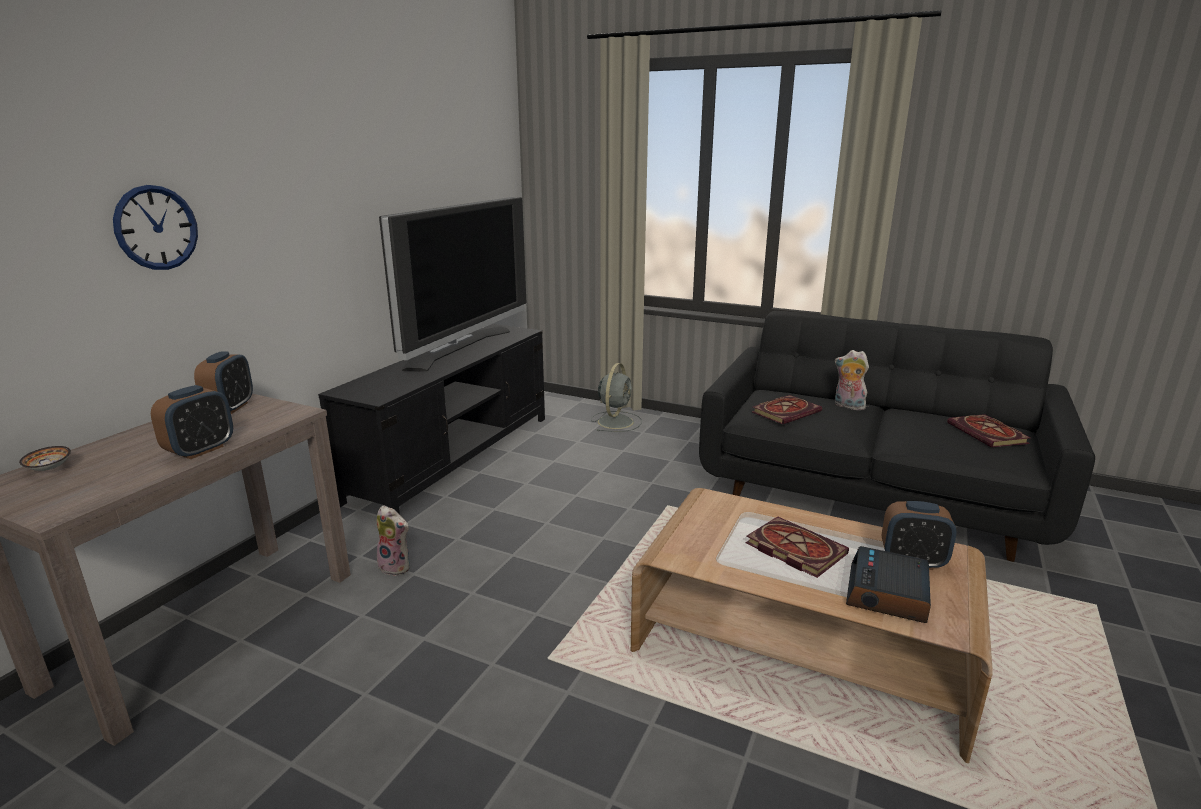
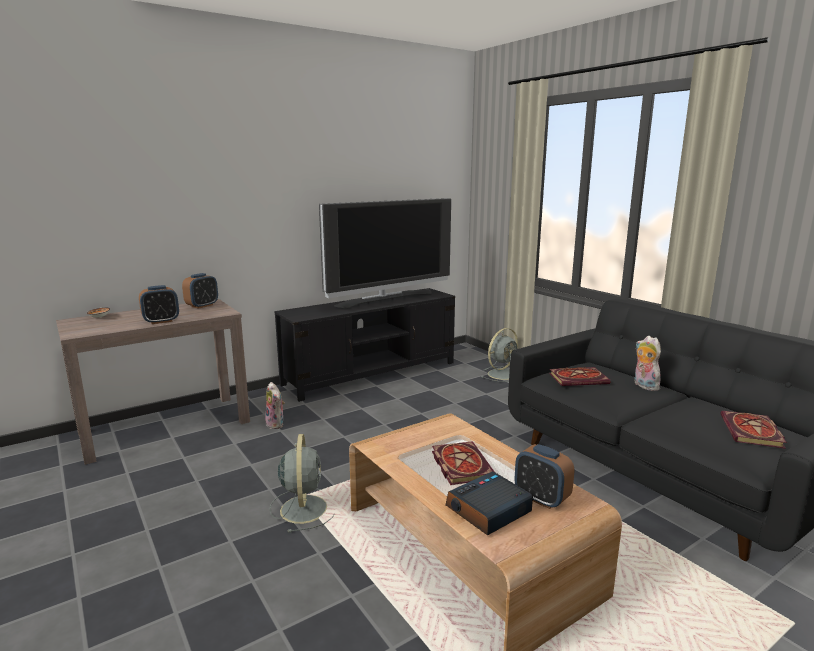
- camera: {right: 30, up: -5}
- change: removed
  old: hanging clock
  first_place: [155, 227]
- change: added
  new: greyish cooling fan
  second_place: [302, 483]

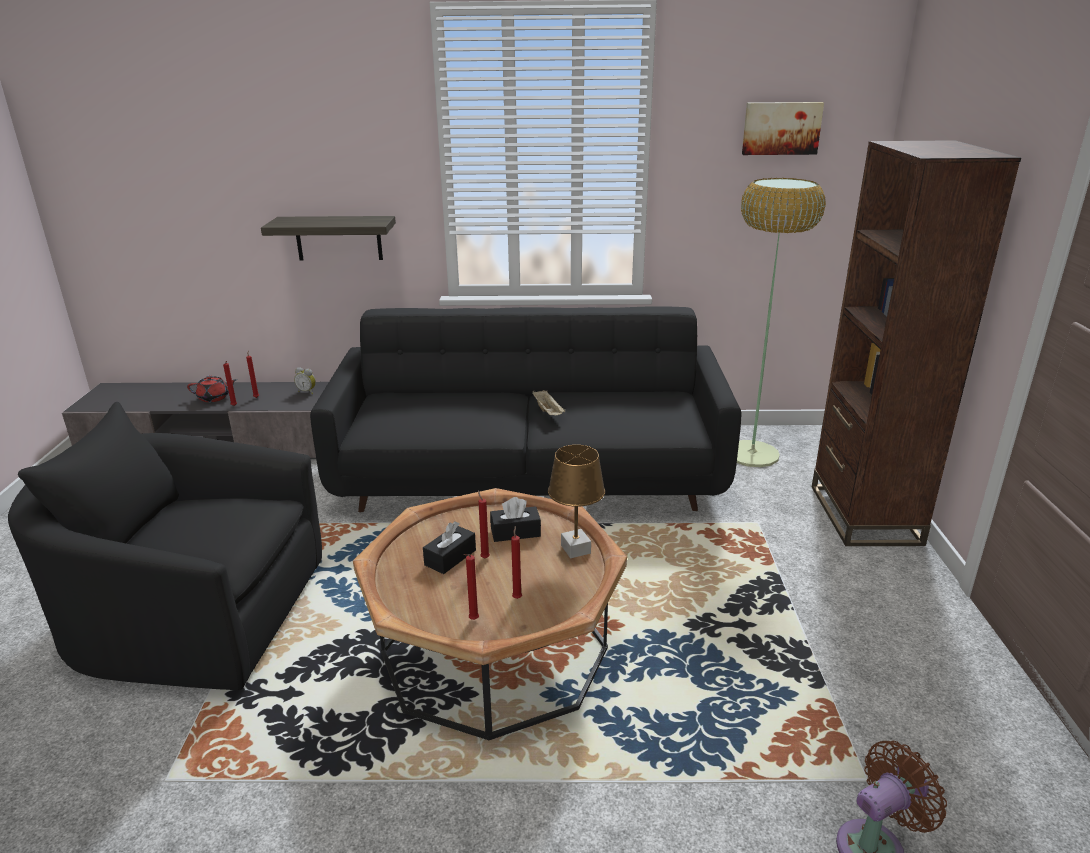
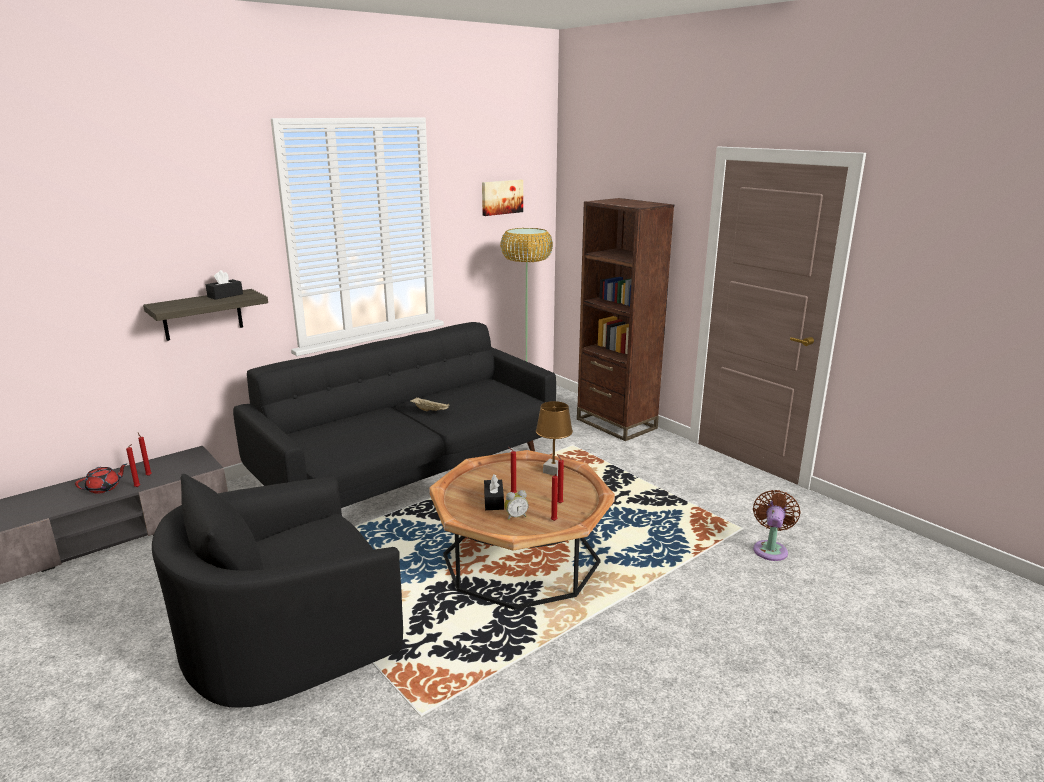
- camera: {right: -40, up: -5}
- change: moved
  old: alarm clock
  first_place: [305, 380]
  second_place: [516, 505]
- change: moved
  old: black tissue holder
  first_place: [515, 519]
  second_place: [224, 285]

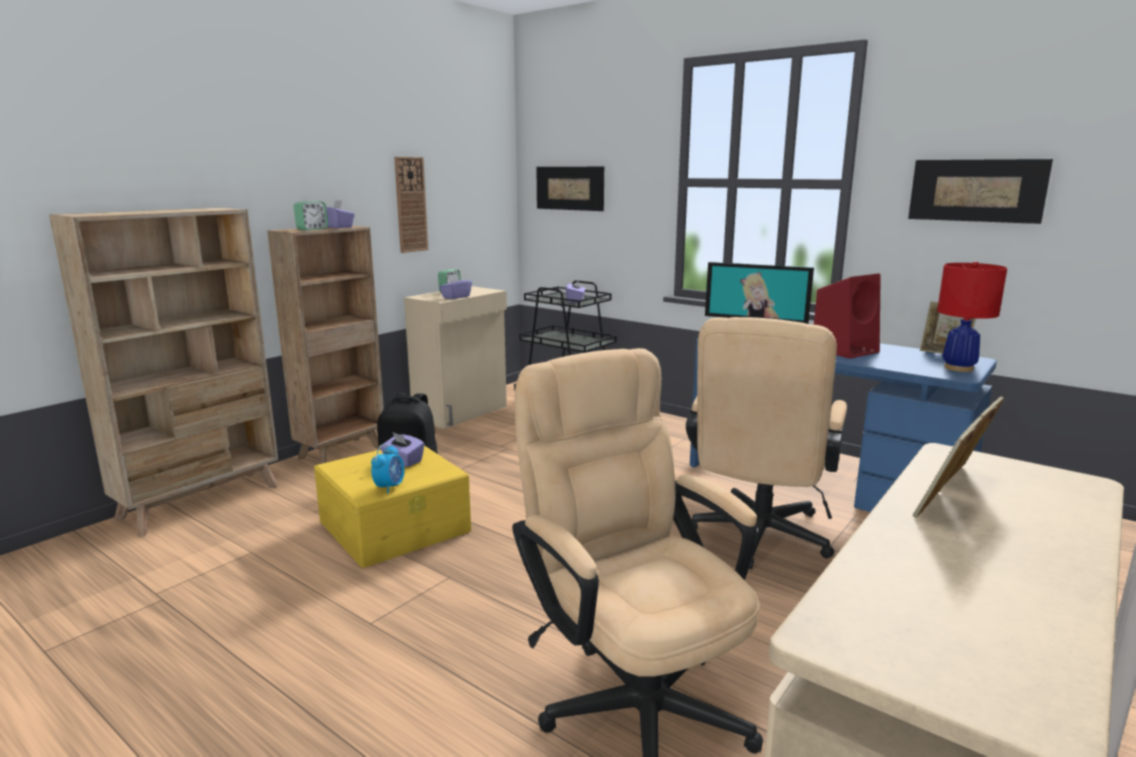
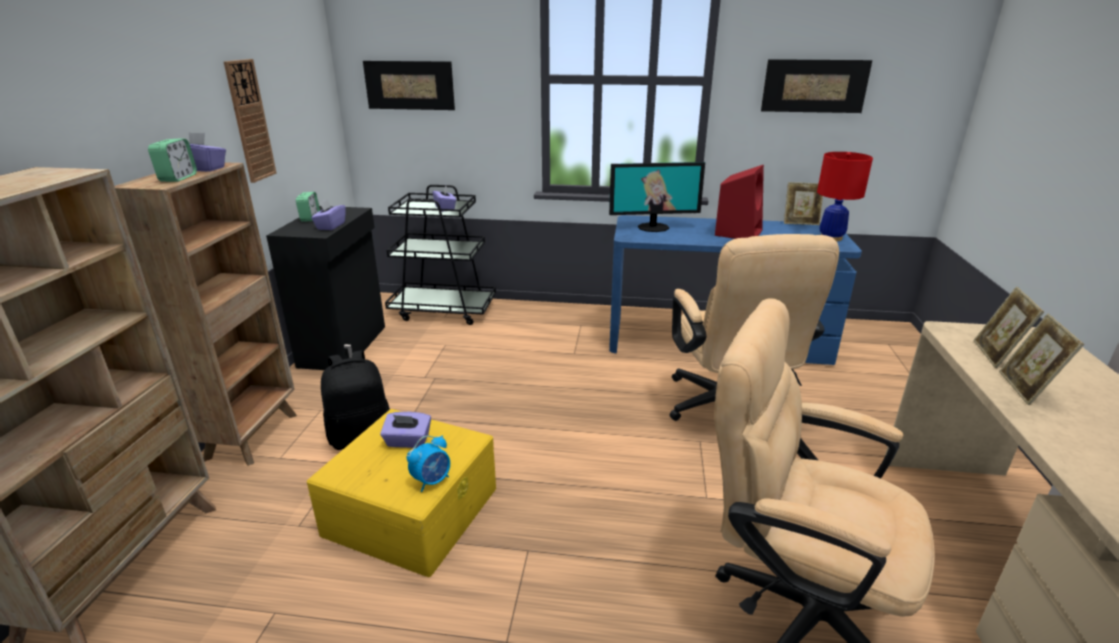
- camera: {right: -30, up: 10}
- change: recoloured
  old: beige-coloured cabinet
  new: black cabinet
  first_place: [455, 357]
  second_place: [325, 288]
- change: turned
  old: alarm clock
  first_place: [387, 469]
  second_place: [428, 464]
  degrees: 60

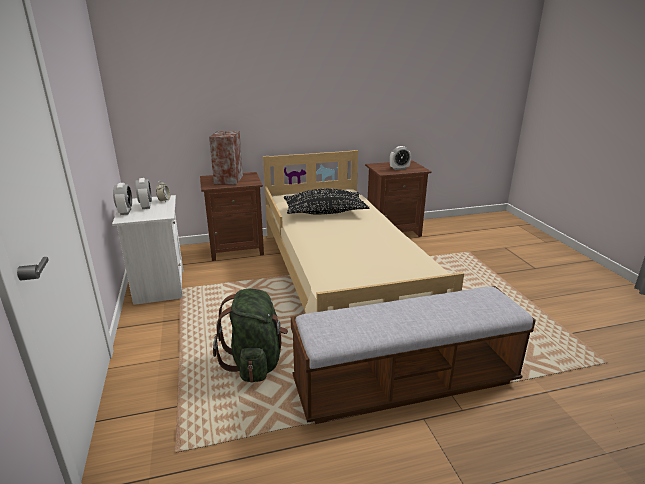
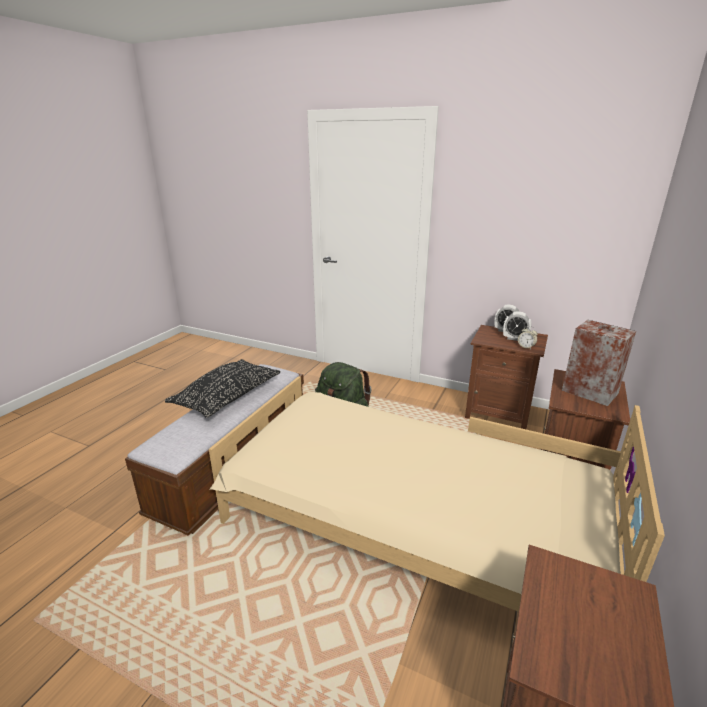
- camera: {right: 130, up: 0}
- change: removed
  old: alarm clock
  first_place: [400, 158]
- change: moved
  old: black pillow
  first_place: [326, 201]
  second_place: [223, 388]
- change: recoloured
  old: whitish night table
  new: brownish night table
  first_place: [148, 250]
  second_place: [506, 377]

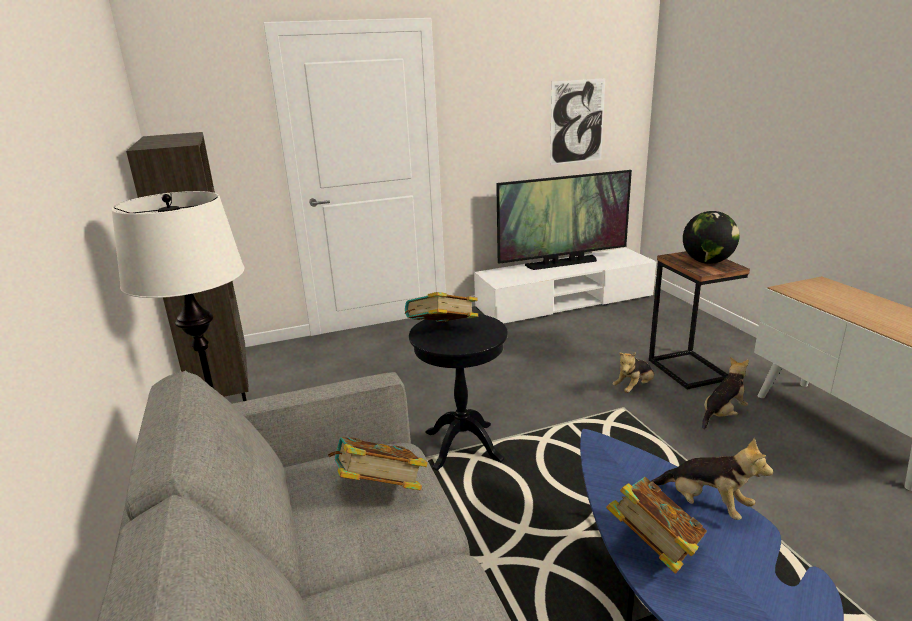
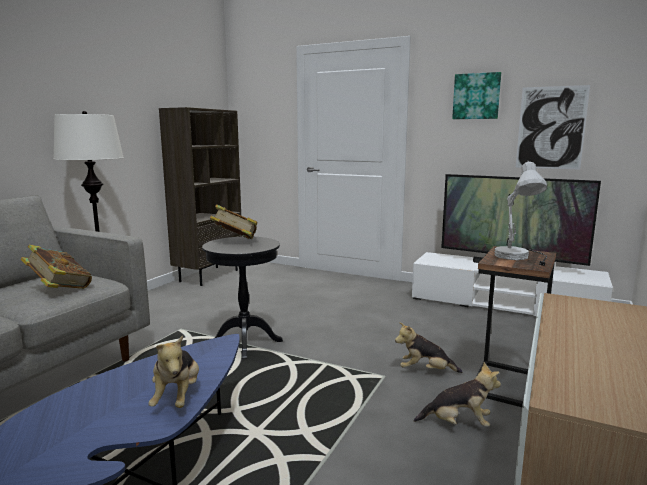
- camera: {right: 45, up: -10}
- change: replaced
  old: world globe
  new: whitish tabletop lamp
  first_place: [711, 237]
  second_place: [520, 213]
- change: removed
  old: bound book
  first_place: [656, 525]
- change: added
  new: wall picture
  second_place: [476, 95]

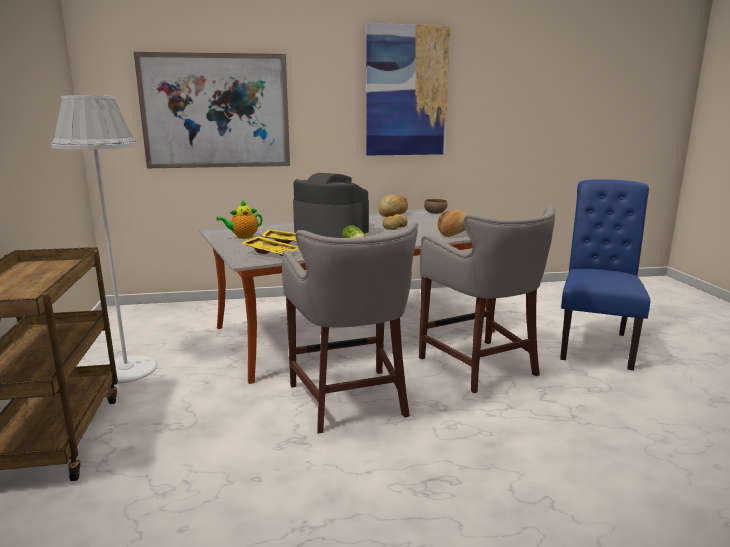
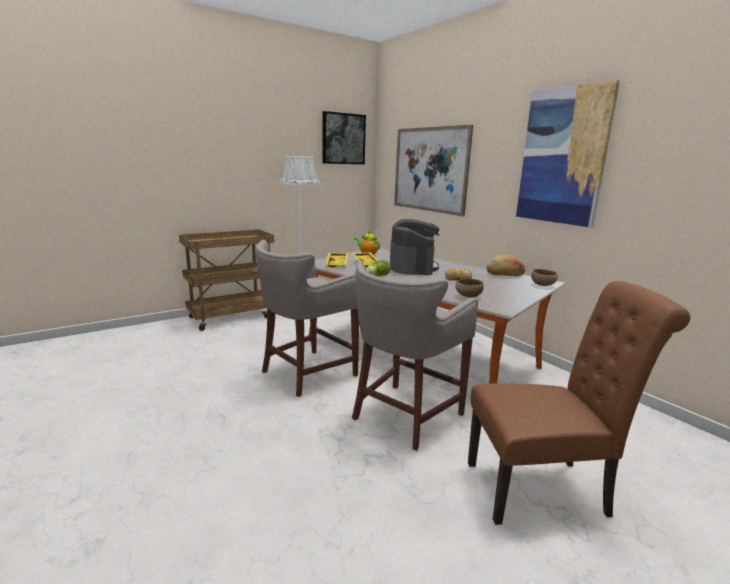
- camera: {right: 65, up: 0}
- change: recoloured
  old: bluish upright chair
  new: brownish upright chair
  first_place: [605, 274]
  second_place: [579, 403]
- change: replaced
  old: bakery bread
  new: brownish serving bowl
  first_place: [452, 223]
  second_place: [469, 288]
- change: added
  new: wall picture
  second_place: [344, 137]

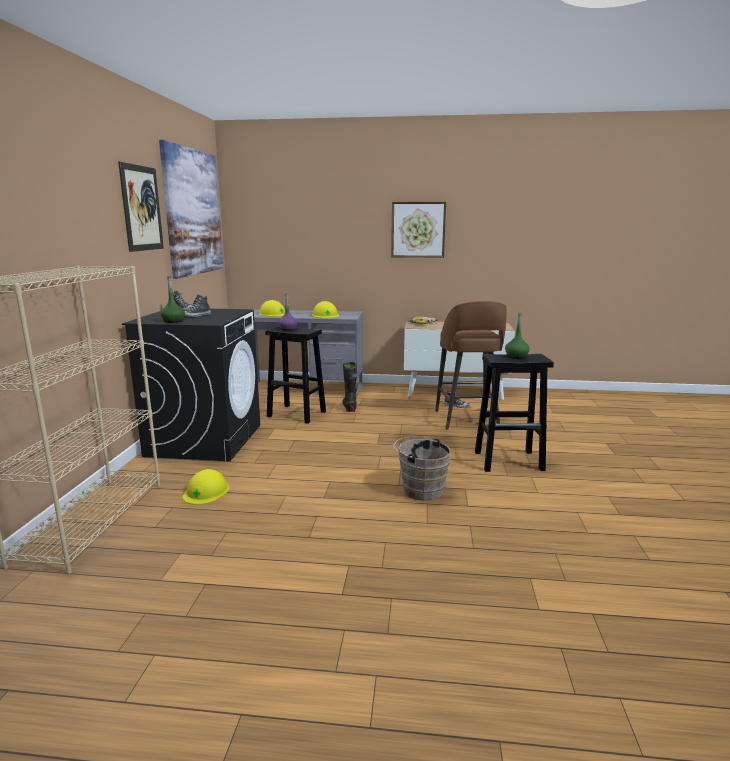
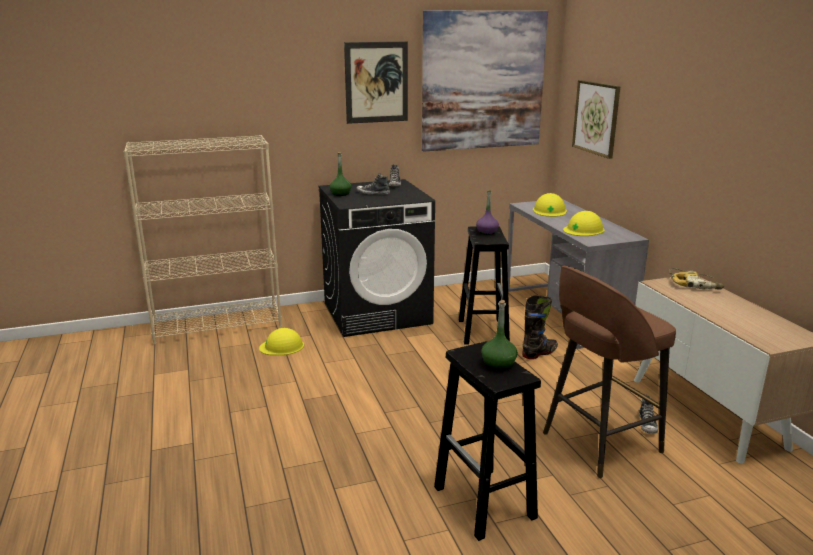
- camera: {right: 65, up: 5}
- change: moved
  old: wall picture
  first_place: [418, 230]
  second_place: [596, 119]
- change: removed
  old: brownish water bucket
  first_place: [422, 468]

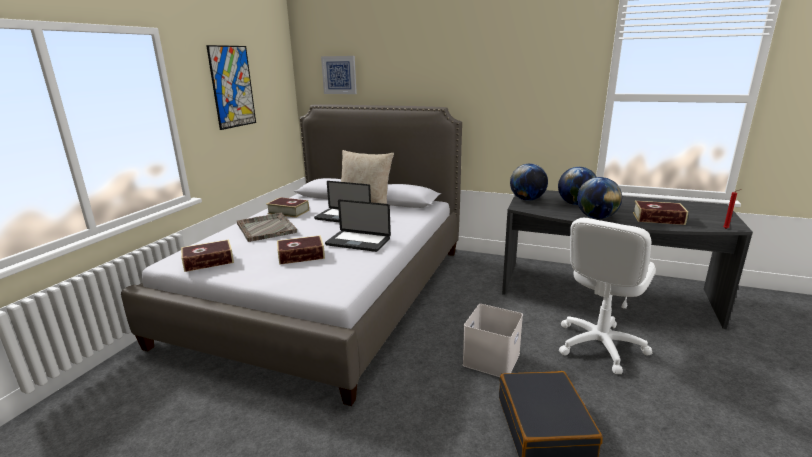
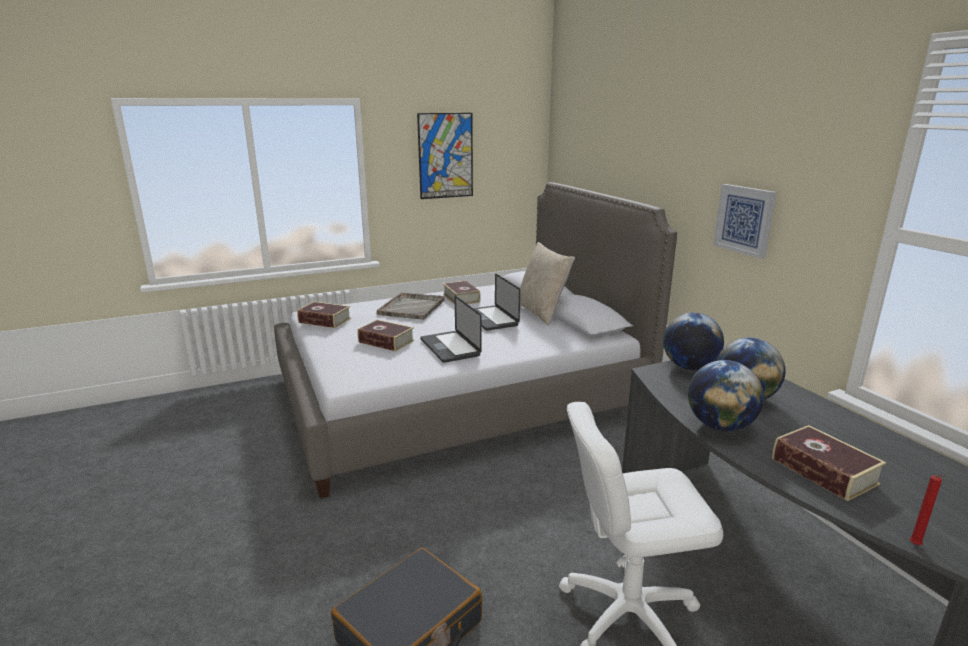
- camera: {right: 45, up: 0}
- change: moved
  old: wall picture
  first_place: [339, 75]
  second_place: [745, 221]
- change: removed
  old: whitish storage box
  first_place: [493, 340]

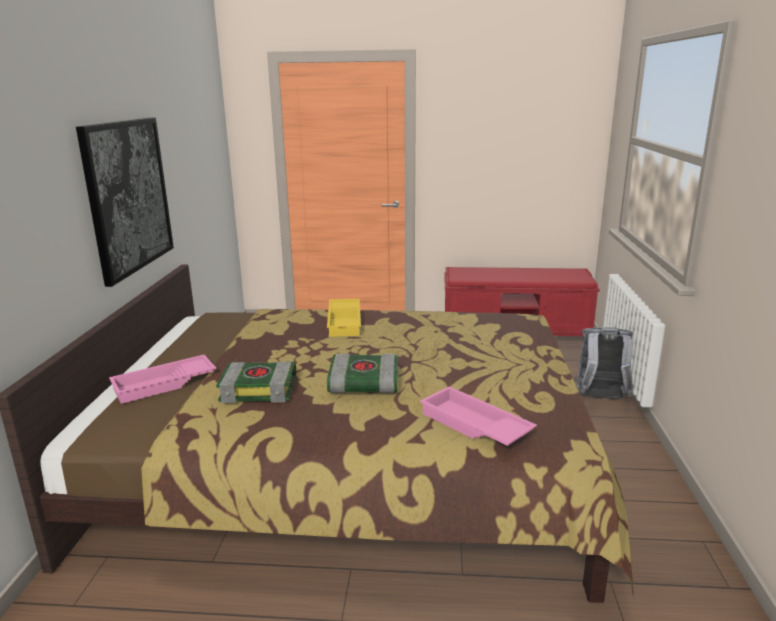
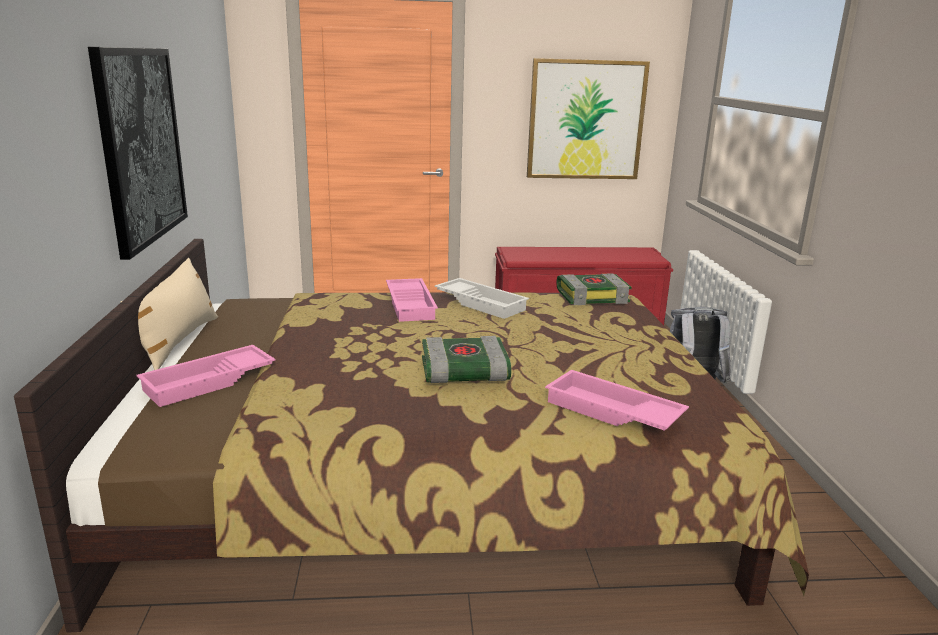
- camera: {right: -10, up: 0}
- change: recoloured
  old: yellow-coloured tray
  new: pinkish tray
  first_place: [344, 318]
  second_place: [412, 300]
- change: moved
  old: bound book
  first_place: [256, 382]
  second_place: [594, 289]
- change: added
  new: wall picture
  second_place: [588, 118]
- change: added
  new: beige-coloured pillow
  second_place: [169, 314]
- change: added
  new: whitish tray
  second_place: [481, 298]

